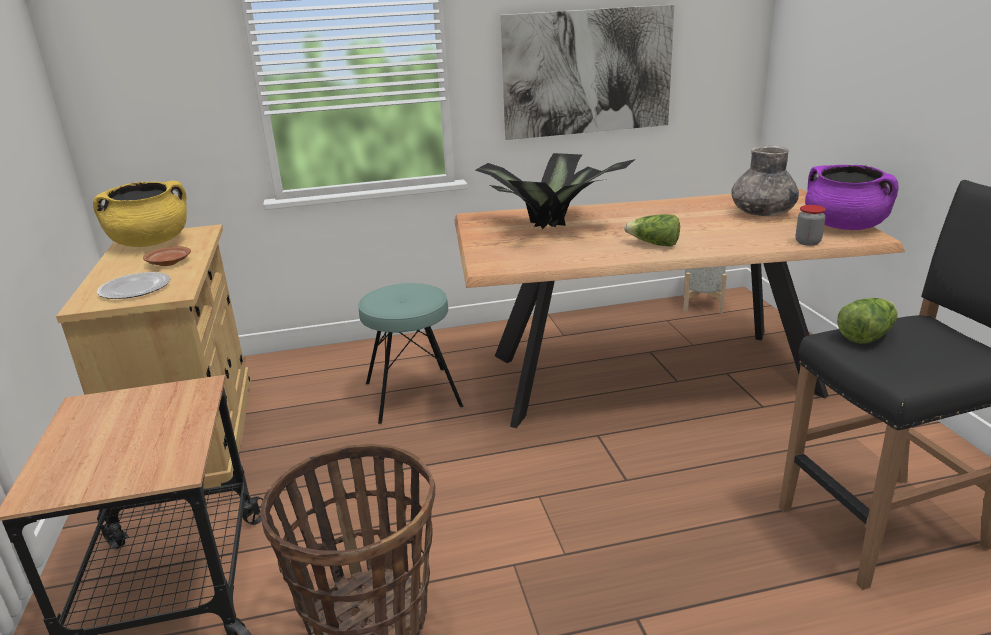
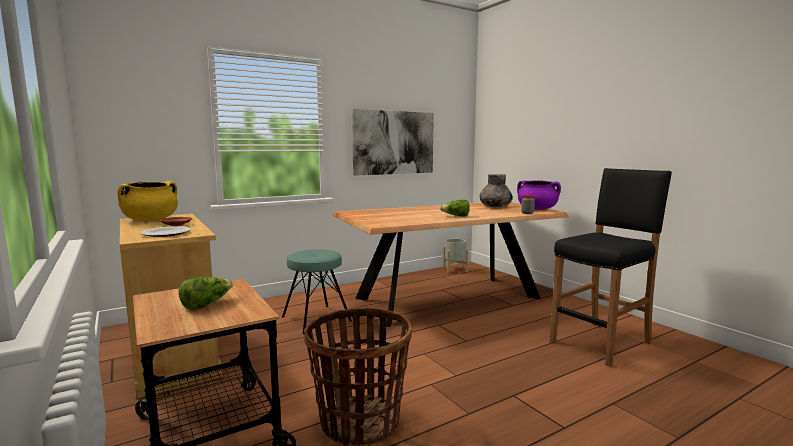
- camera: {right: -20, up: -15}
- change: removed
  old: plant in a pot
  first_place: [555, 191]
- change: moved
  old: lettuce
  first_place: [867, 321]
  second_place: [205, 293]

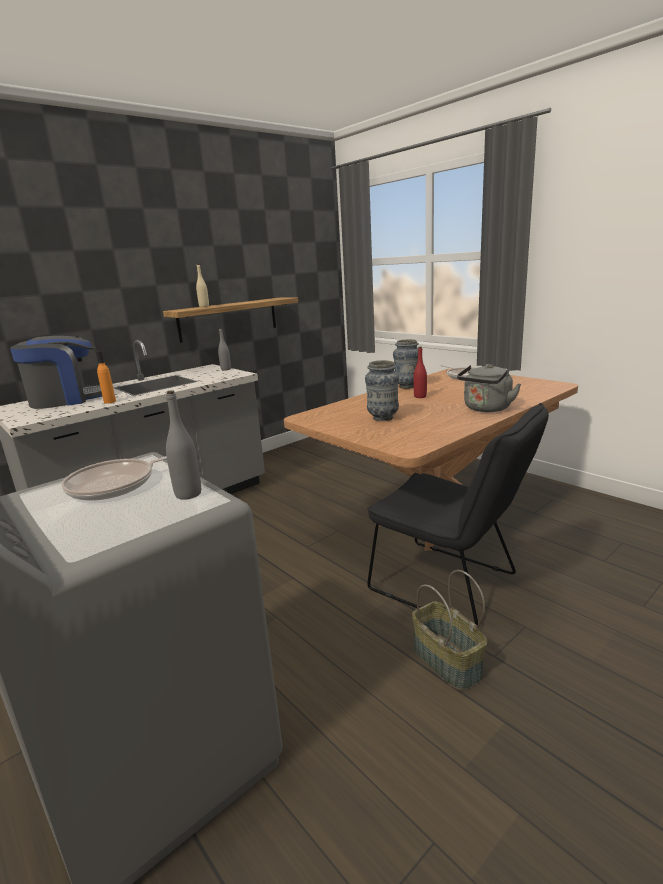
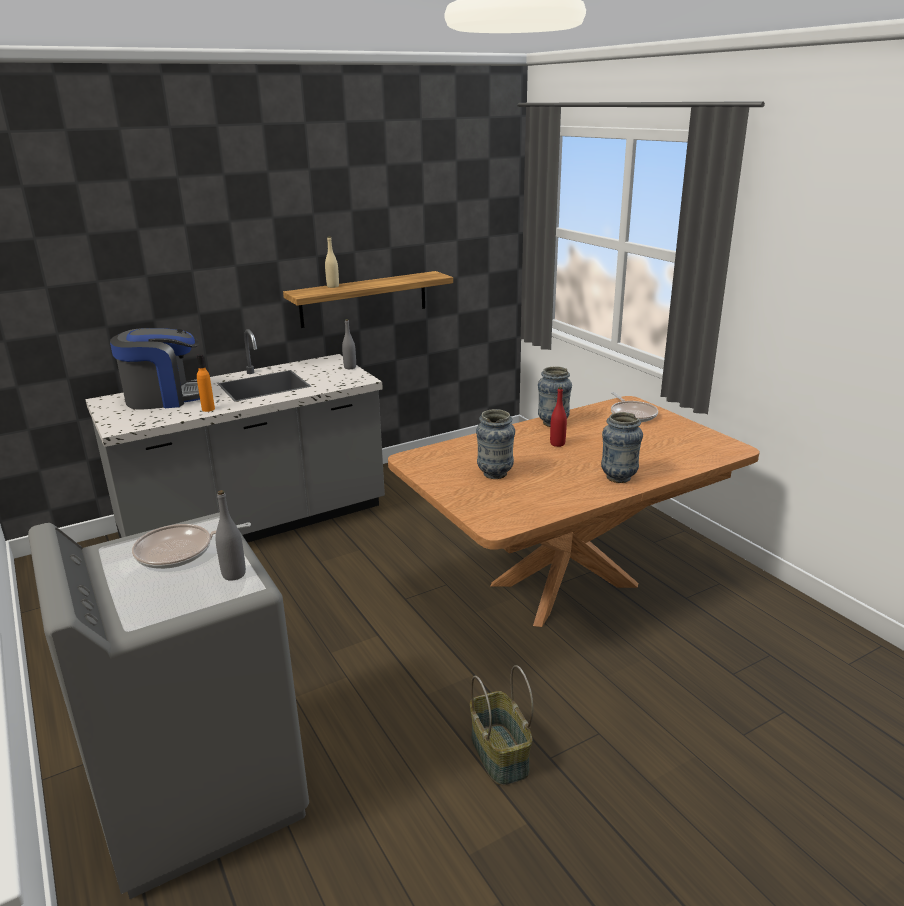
- camera: {right: 10, up: 5}
- change: replaced
  old: greyish tea kettle
  new: vase
  first_place: [489, 388]
  second_place: [622, 447]
- change: removed
  old: black upright chair
  first_place: [458, 514]

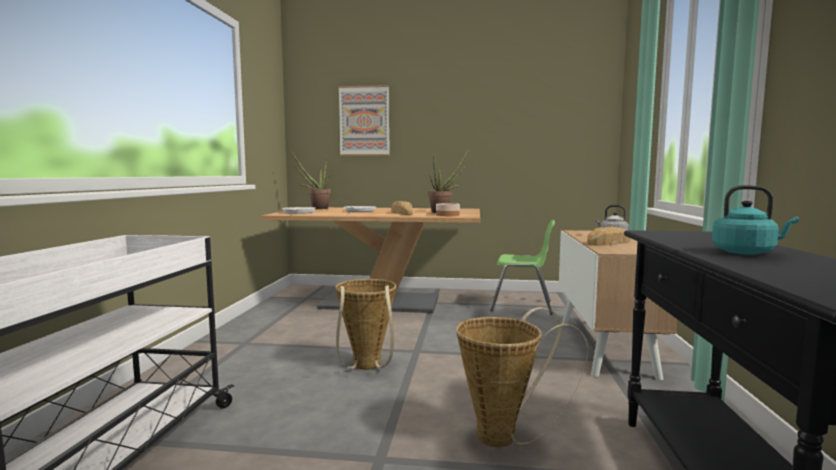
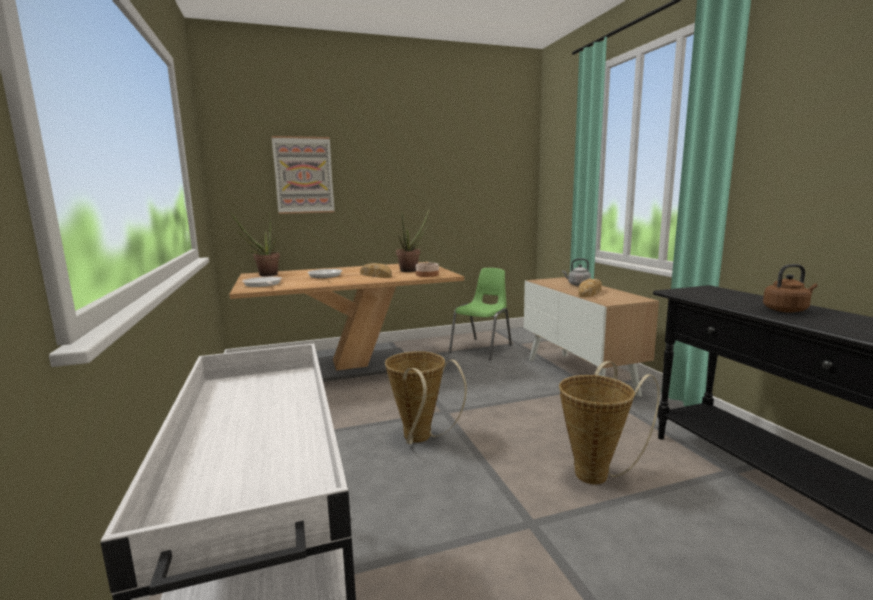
- camera: {right: -25, up: 5}
- change: recoloured
  old: blue-green tea kettle
  new: brownish tea kettle
  first_place: [755, 220]
  second_place: [790, 288]
- change: turned
  old: green upright chair
  first_place: [522, 267]
  second_place: [480, 314]
  degrees: -45

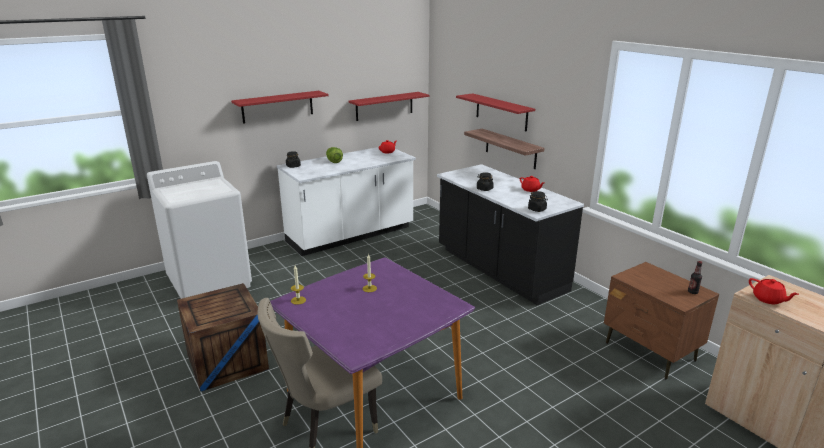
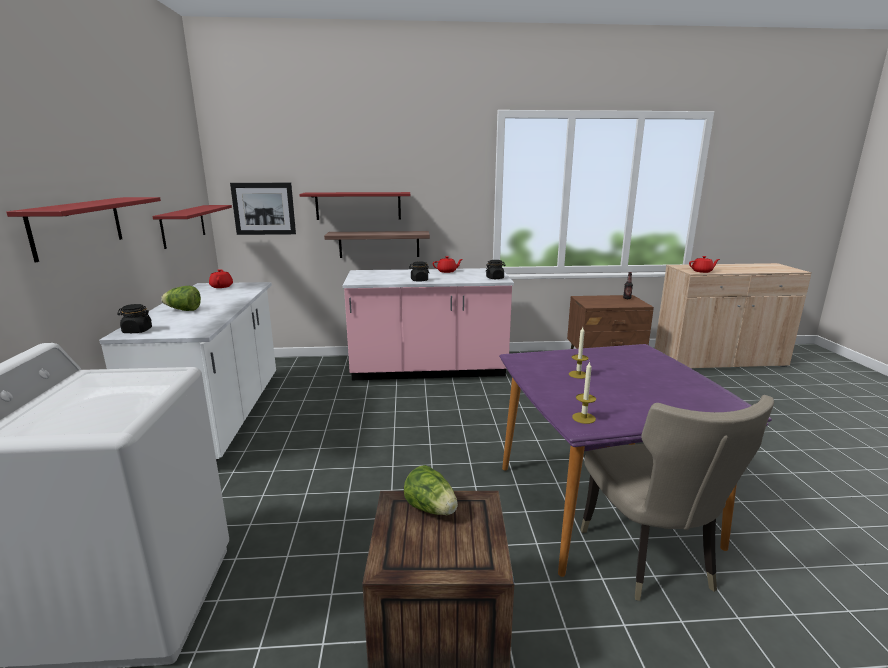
- camera: {right: -60, up: -5}
- change: recoloured
  old: black kitchen counter
  new: pinkish kitchen counter
  first_place: [510, 234]
  second_place: [428, 324]
- change: added
  new: wall picture
  second_place: [263, 209]
- change: added
  new: lettuce
  second_place: [431, 490]

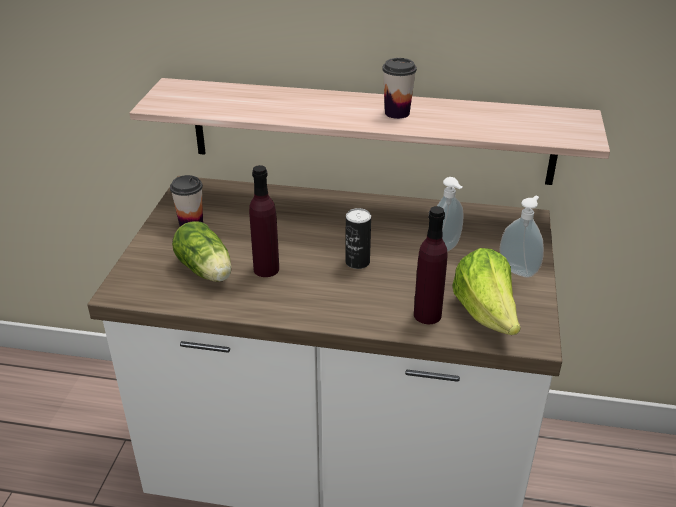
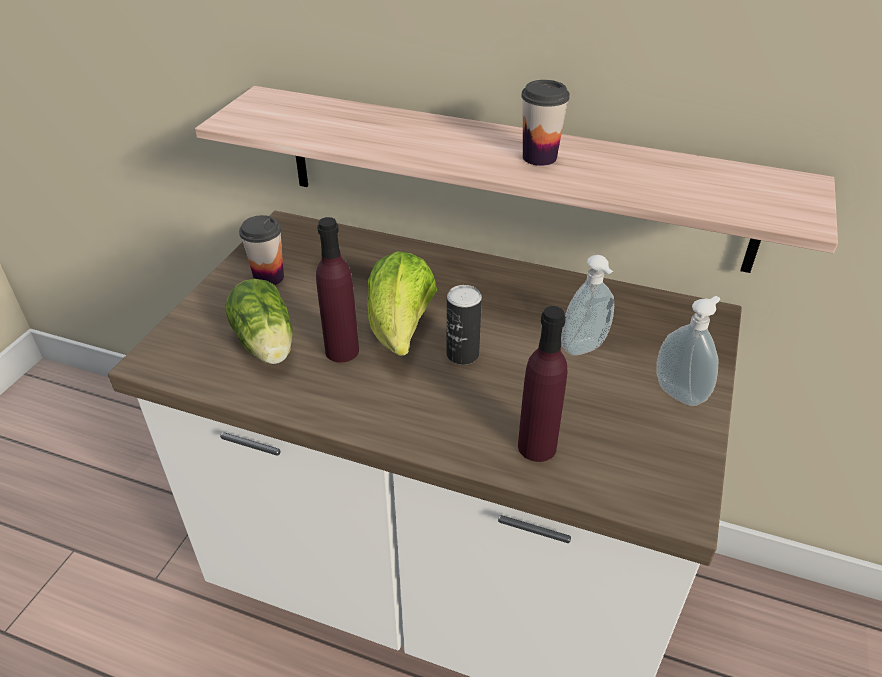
- camera: {right: 10, up: 5}
- change: moved
  old: lettuce
  first_place: [486, 291]
  second_place: [402, 303]

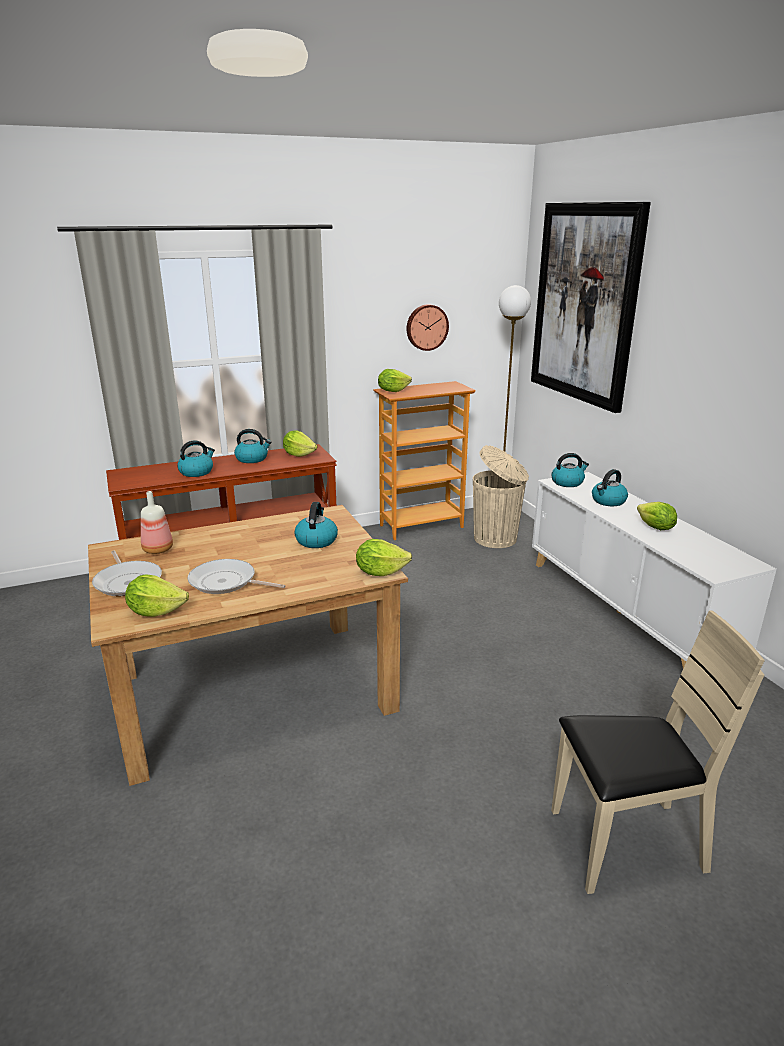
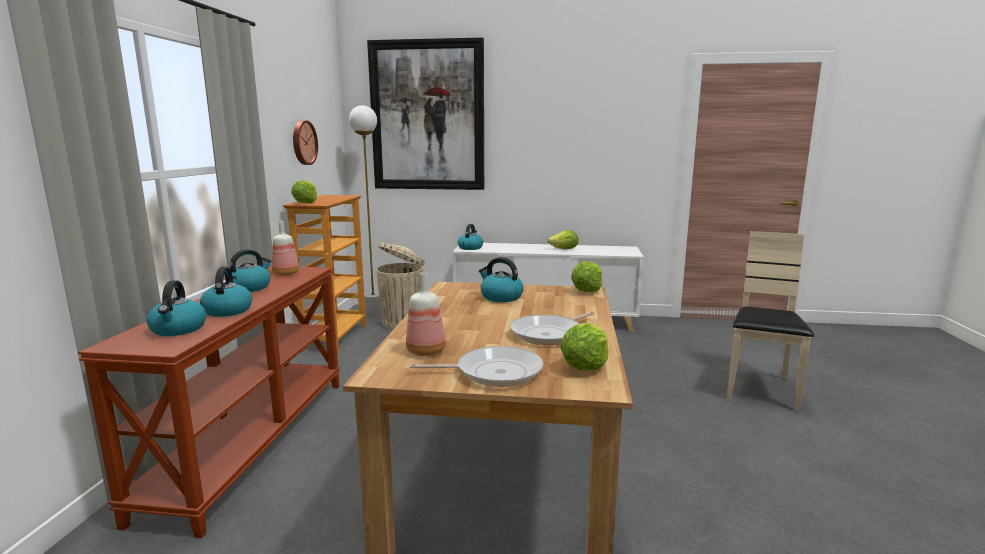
- camera: {right: -60, up: -10}
- change: replaced
  old: lettuce
  new: beverage bottle
  first_place: [300, 443]
  second_place: [285, 248]
- change: moved
  old: tea kettle
  first_place: [610, 487]
  second_place: [176, 308]

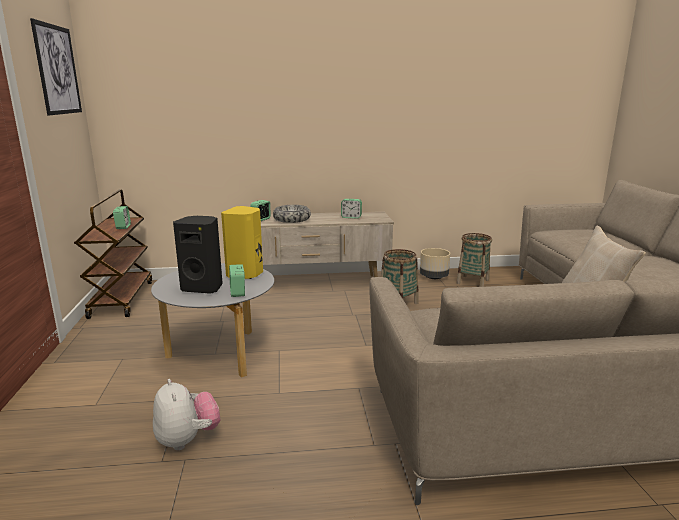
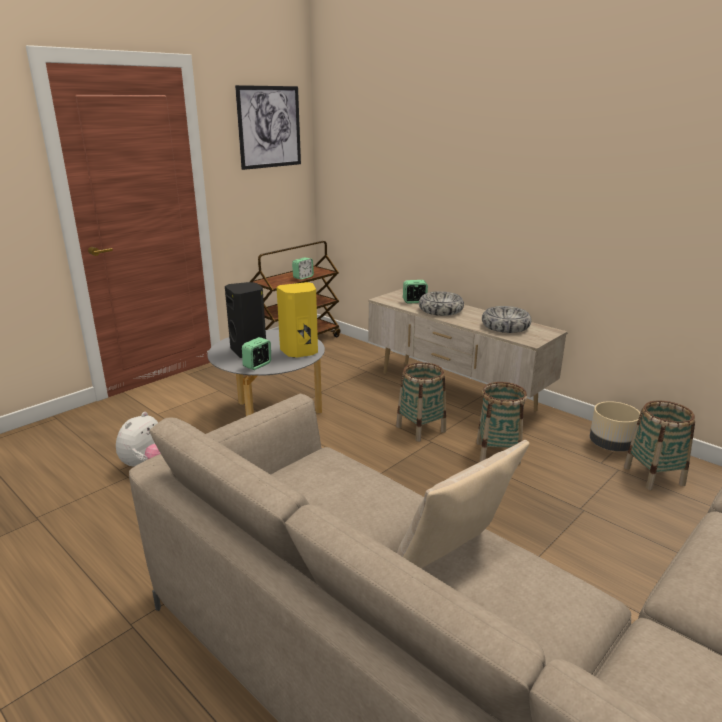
- camera: {right: 50, up: 5}
- change: replaced
  old: alarm clock
  new: serving bowl
  first_place: [351, 209]
  second_place: [507, 319]
- change: added
  new: basket
  second_place: [421, 402]

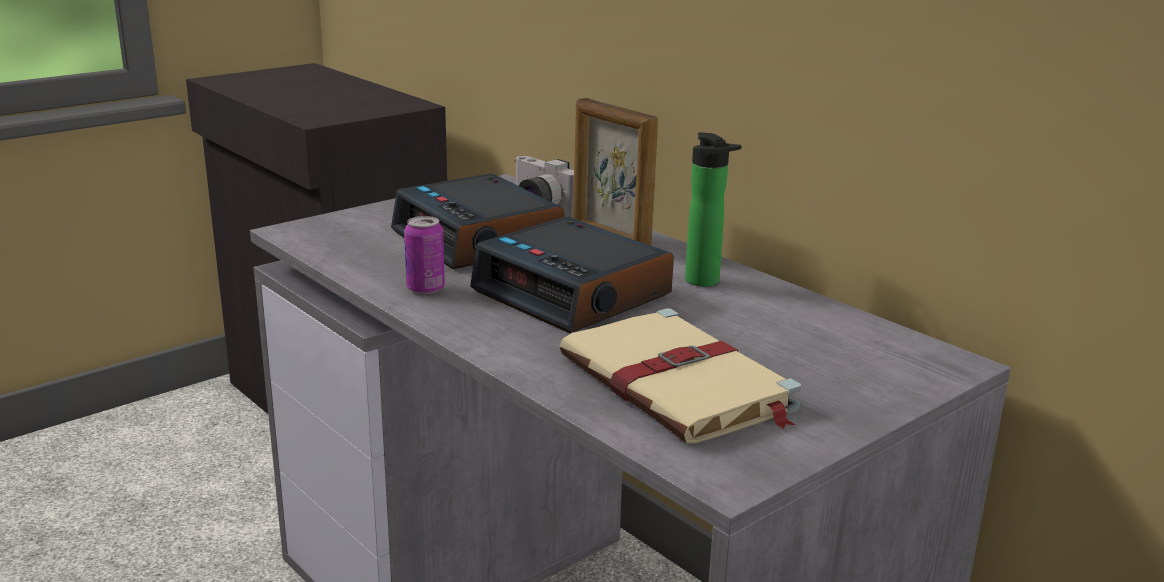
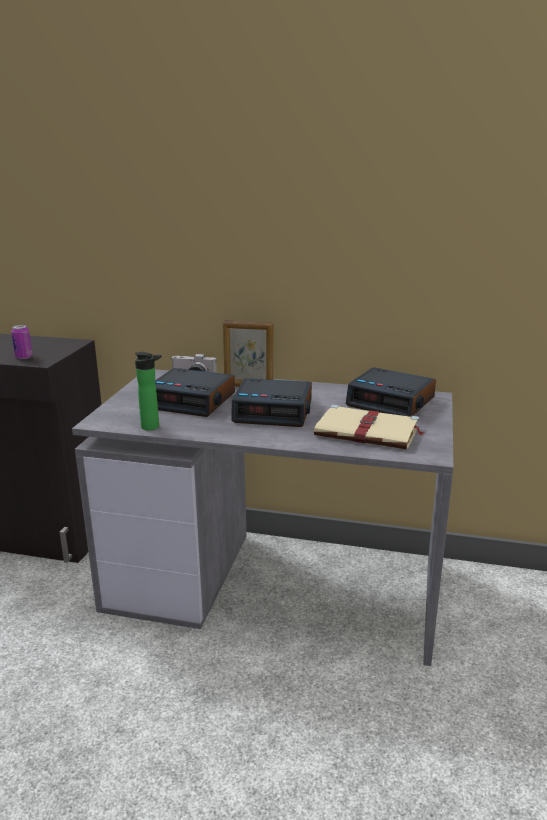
- camera: {right: -35, up: 0}
- change: moved
  old: beverage bottle
  first_place: [713, 209]
  second_place: [148, 391]
- change: moved
  old: can
  first_place: [424, 255]
  second_place: [22, 342]
- change: added
  new: alarm clock
  second_place: [391, 392]

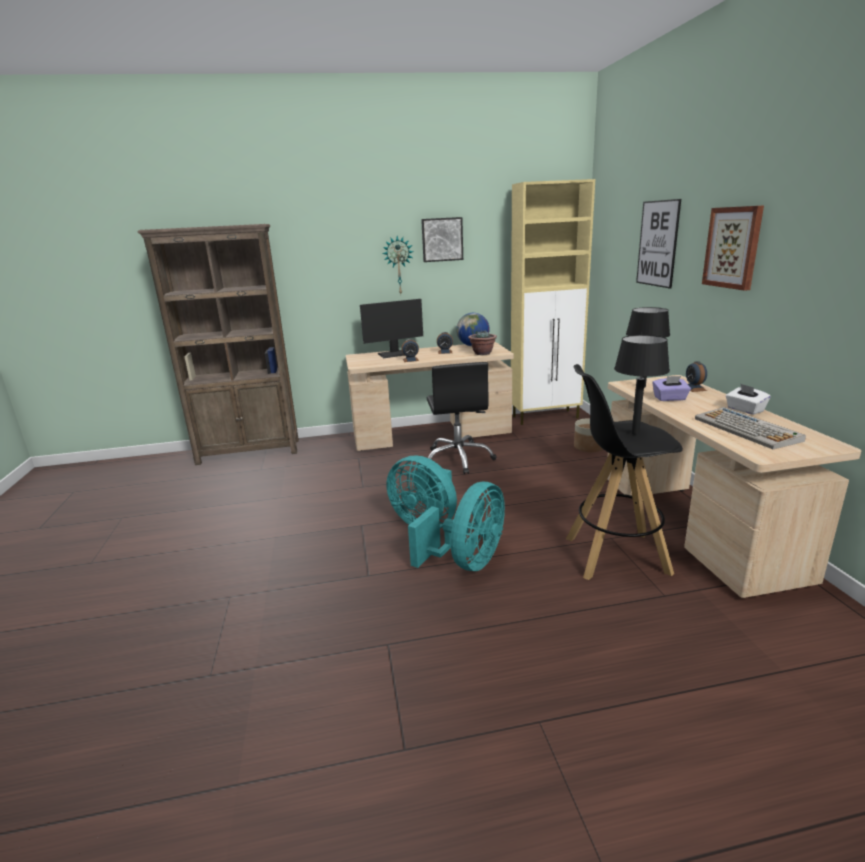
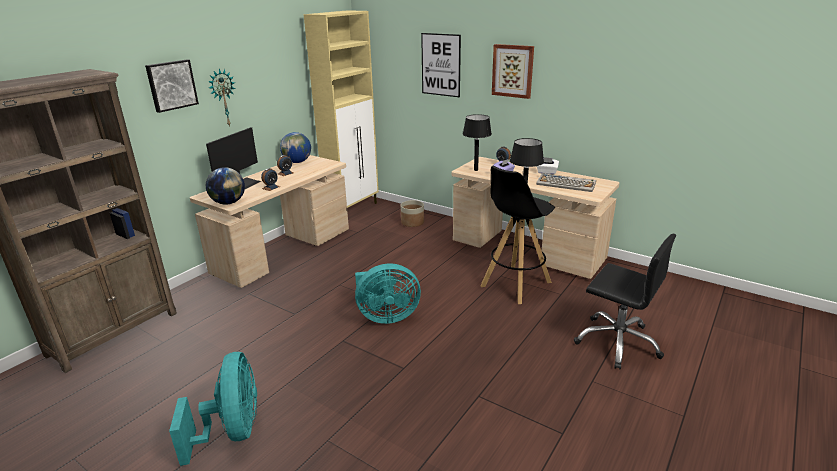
- camera: {right: -45, up: 5}
- change: moved
  old: wall picture
  first_place: [442, 239]
  second_place: [172, 86]
- change: removed
  old: plant in a pot
  first_place: [482, 343]
- change: moved
  old: black office chair
  first_place: [462, 418]
  second_place: [625, 301]
- change: moved
  old: blue-green cooling fan
  first_place: [456, 526]
  second_place: [213, 409]
- change: added
  new: world globe
  second_place: [225, 186]

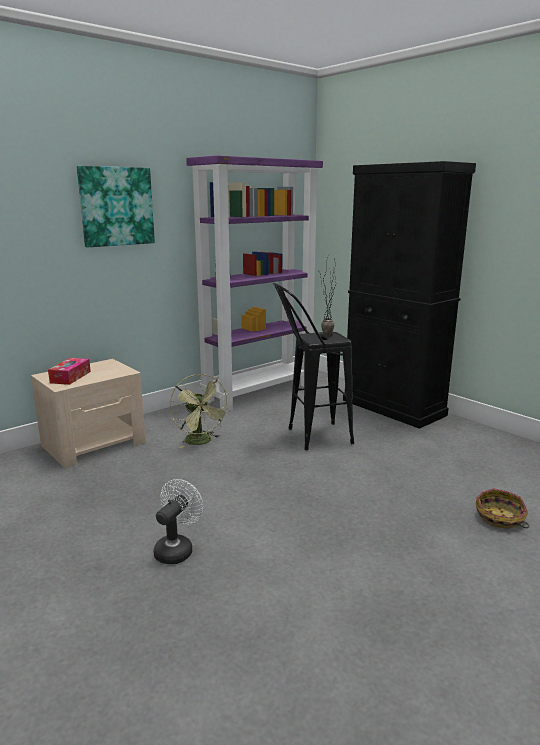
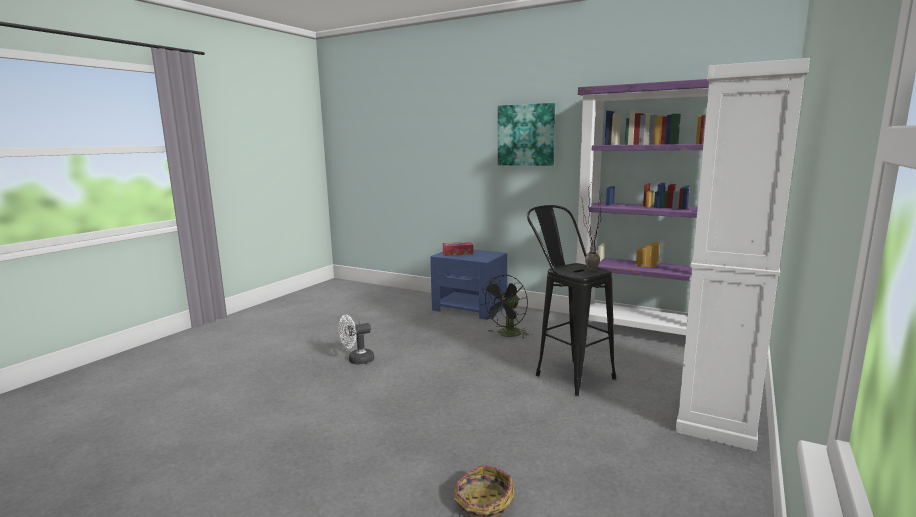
- camera: {right: 70, up: -5}
- change: recoloured
  old: black cabinet
  new: whitish cabinet
  first_place: [409, 295]
  second_place: [743, 255]
- change: recoloured
  old: beige-coloured night table
  new: bluish night table
  first_place: [88, 413]
  second_place: [468, 285]
- change: recoloured
  old: green cooling fan
  new: black cooling fan
  first_place: [199, 411]
  second_place: [505, 307]
- change: turned
  old: whitish cooling fan
  first_place: [178, 521]
  second_place: [356, 340]
  degrees: 150

